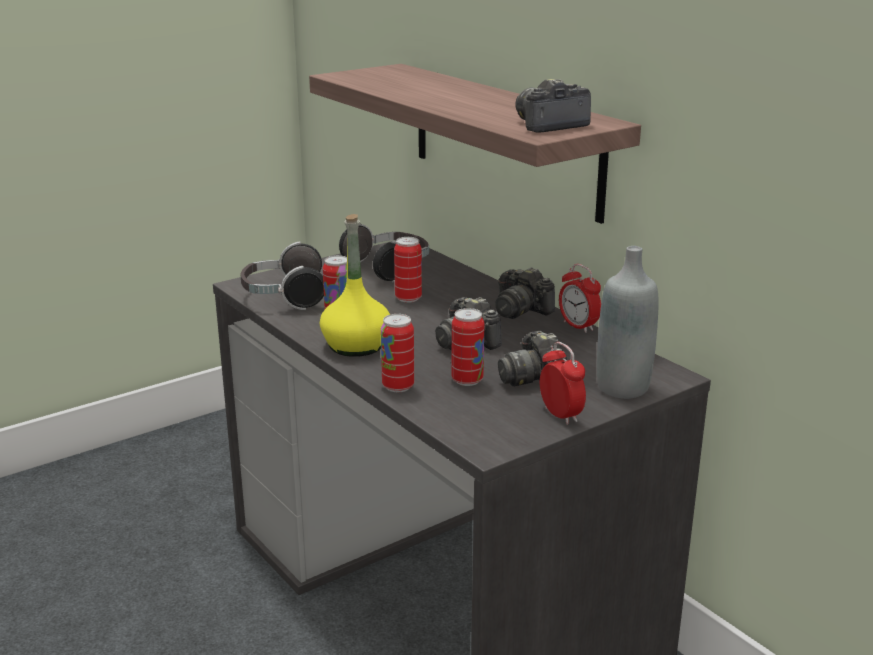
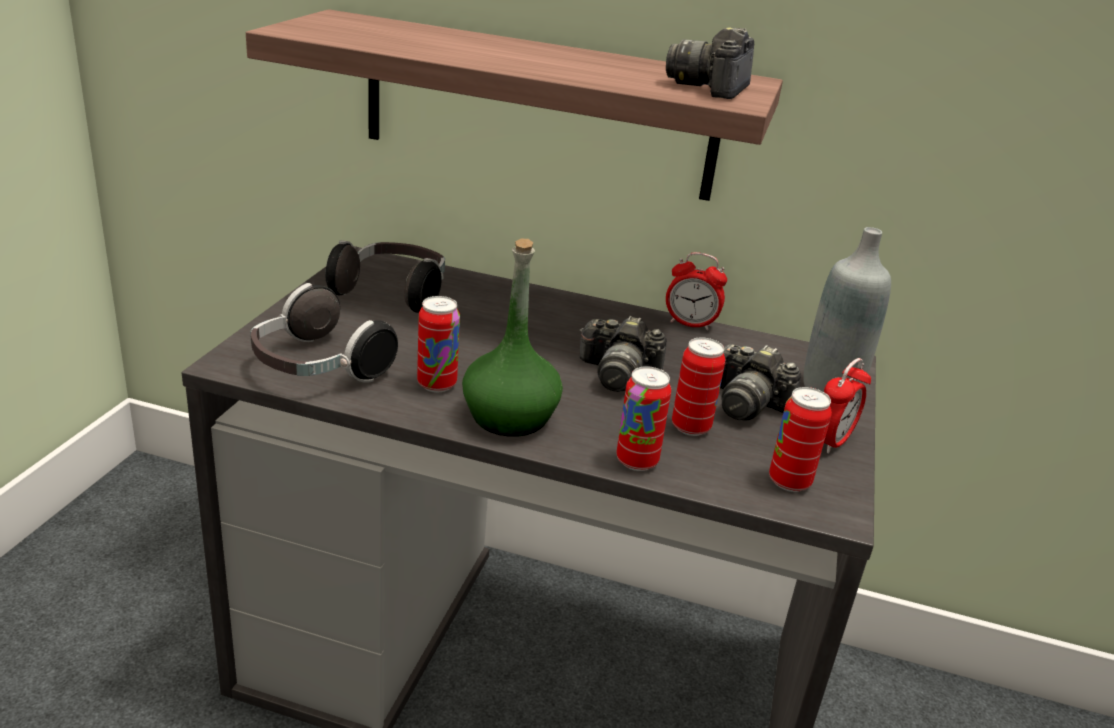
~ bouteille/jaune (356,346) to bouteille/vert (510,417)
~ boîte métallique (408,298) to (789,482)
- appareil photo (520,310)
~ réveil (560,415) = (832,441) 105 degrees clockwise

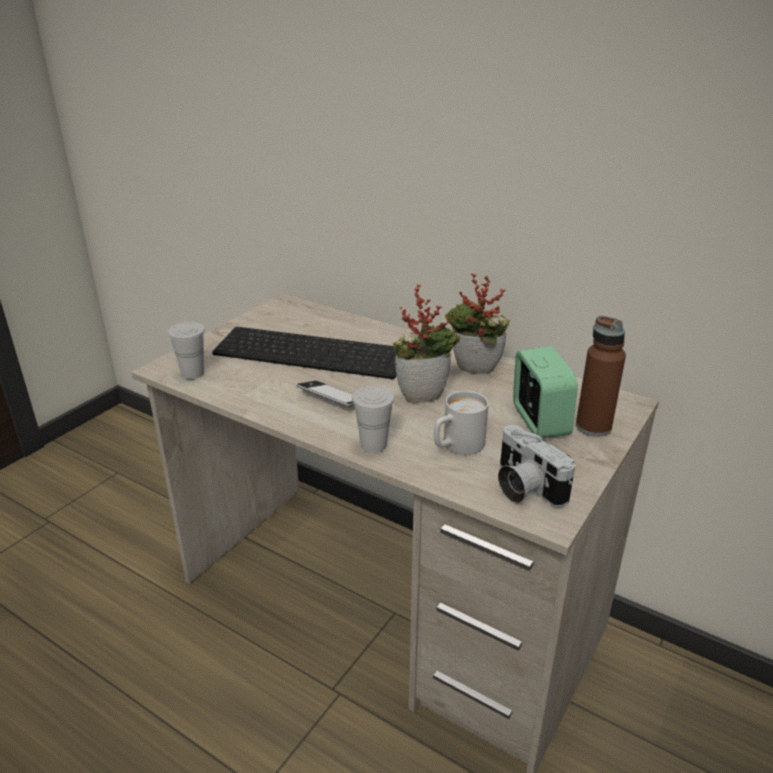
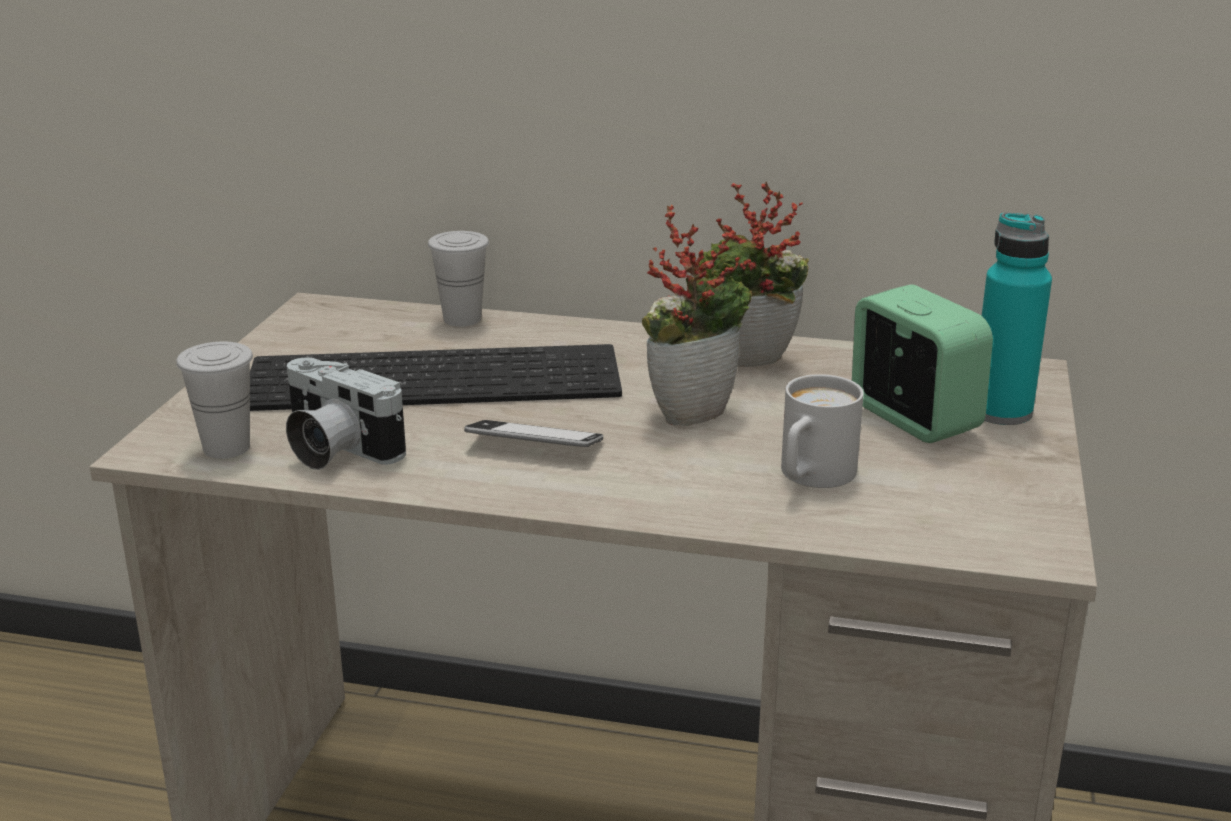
~ bouteille/marron (593,427) to bouteille/turquoise (1001,412)
~ tasse/blanc (373,445) to (462,319)
~ appareil photo (524,487) to (334,450)

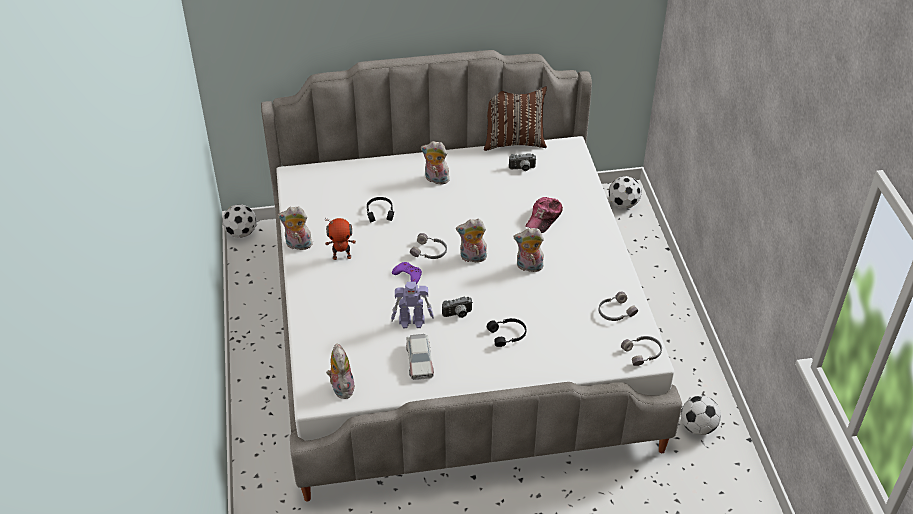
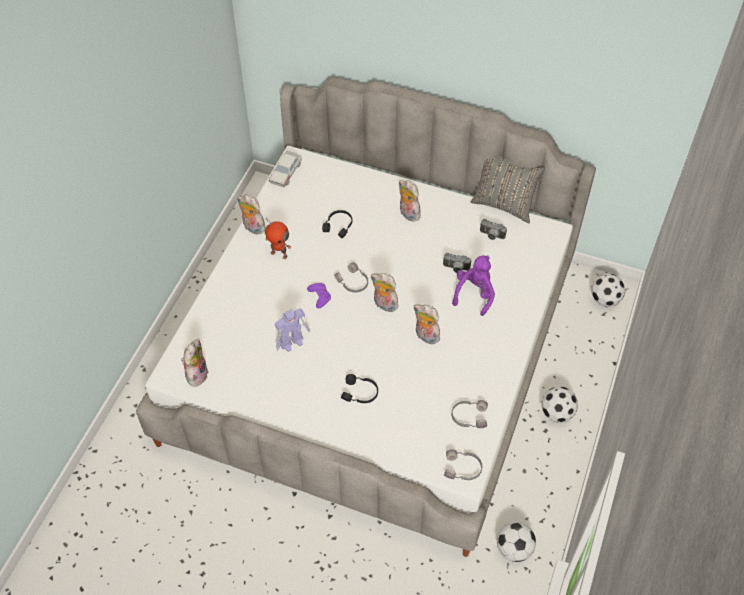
~ coussin/marron (513,141) to coussin/gris (504,204)
~ casquette (544,218) to peluche/violet (474,294)
~ ballon de foot (242,233) to (557,413)
~ robot jouet (412,321) = (292,342) 60 degrees counterclockwise
~ appareil photo (458,315) to (456,269)
~ petite voiture (419,360) to (286,172)

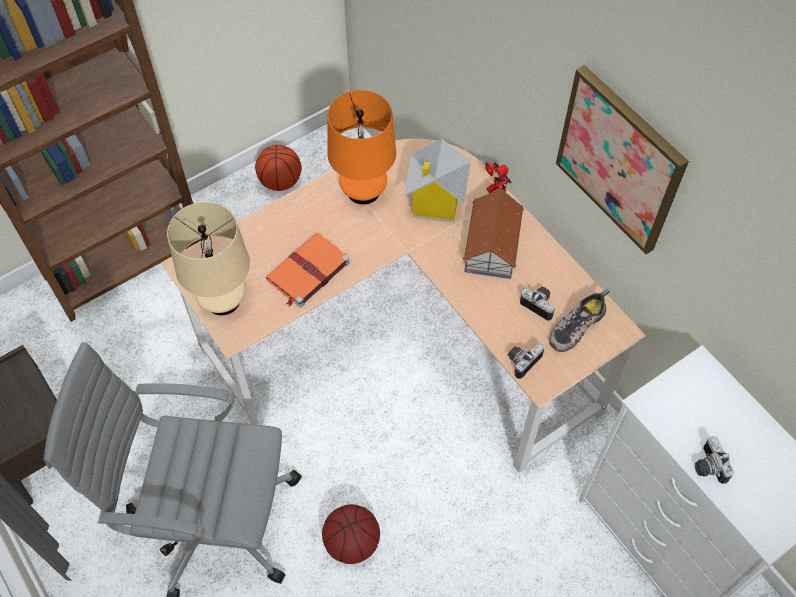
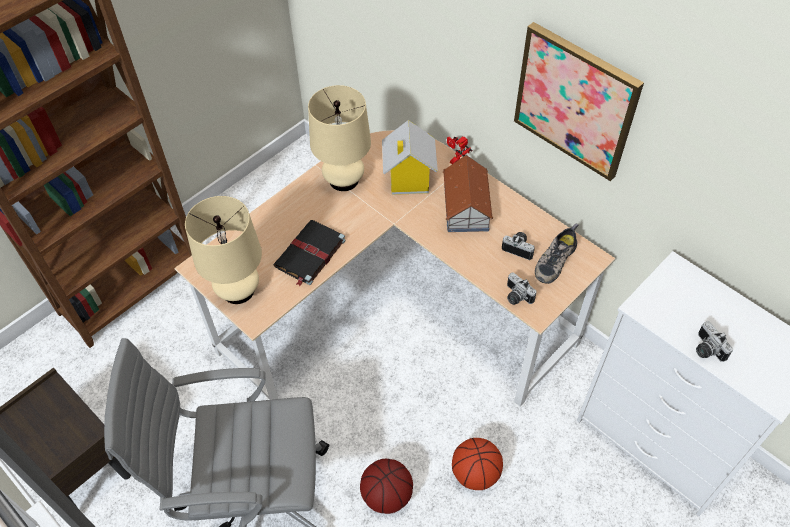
~ lampe de table/orange (363,191) to lampe de table/beige (344,180)
~ ballon de basket (280,182) to (475,473)
~ livre/orange (307,272) to livre/noir (309,254)
~ appareil photo (522,360) = (516,296) 75 degrees counterclockwise

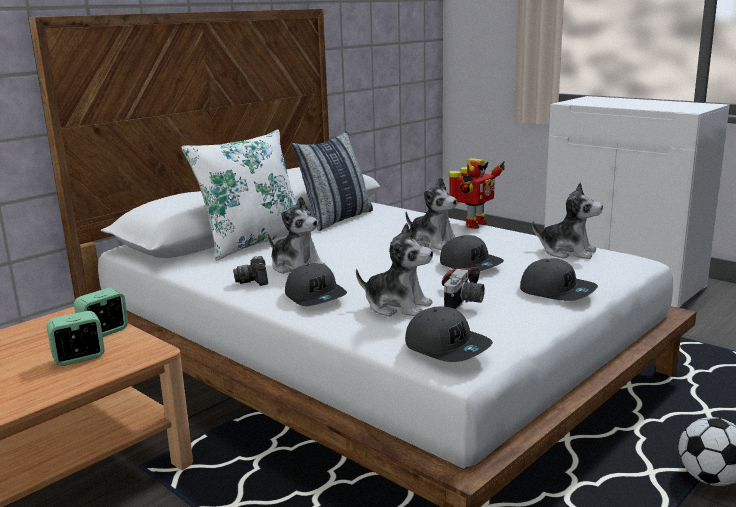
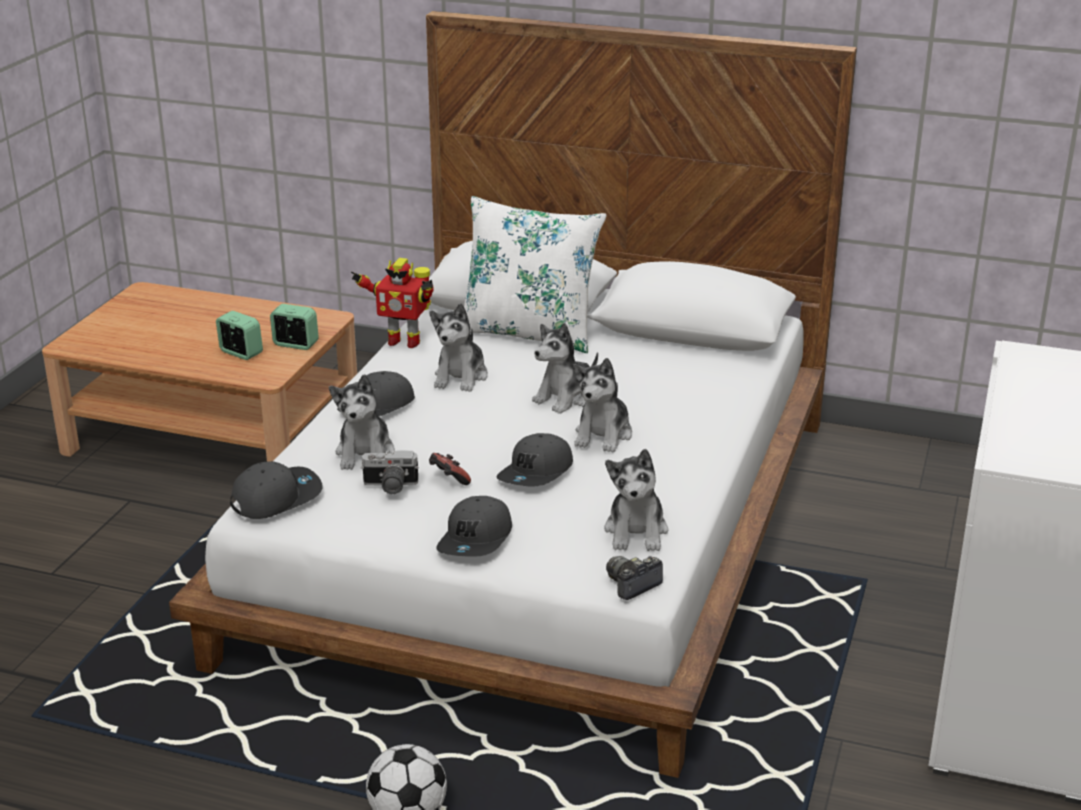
- coussin (336,219)
~ robot jouet (473,225) to (403,341)
~ appareil photo (254,281) to (632,585)
~ casquette/gris (447,347) = (276,497) 150 degrees counterclockwise
+ peluche (567,398)

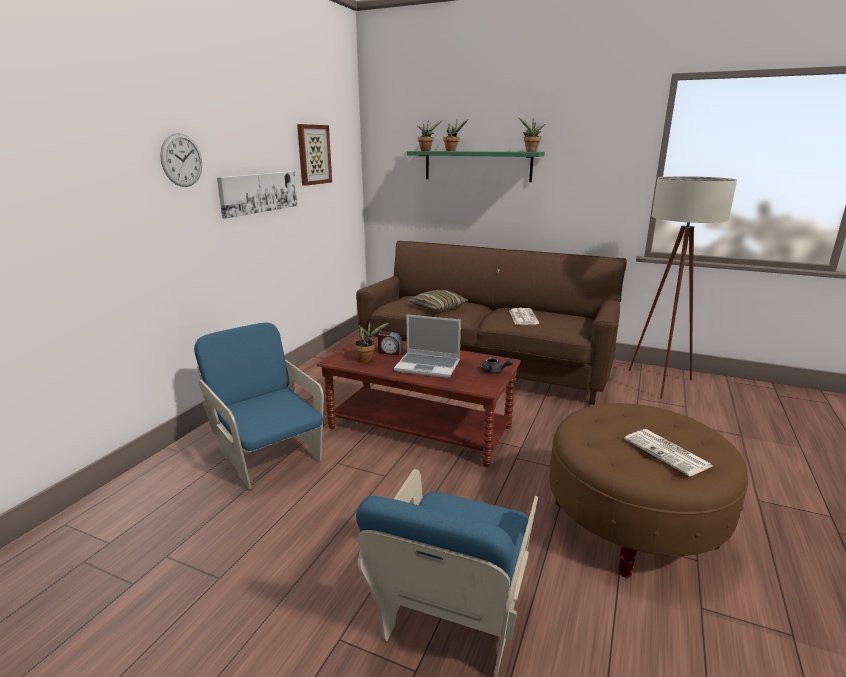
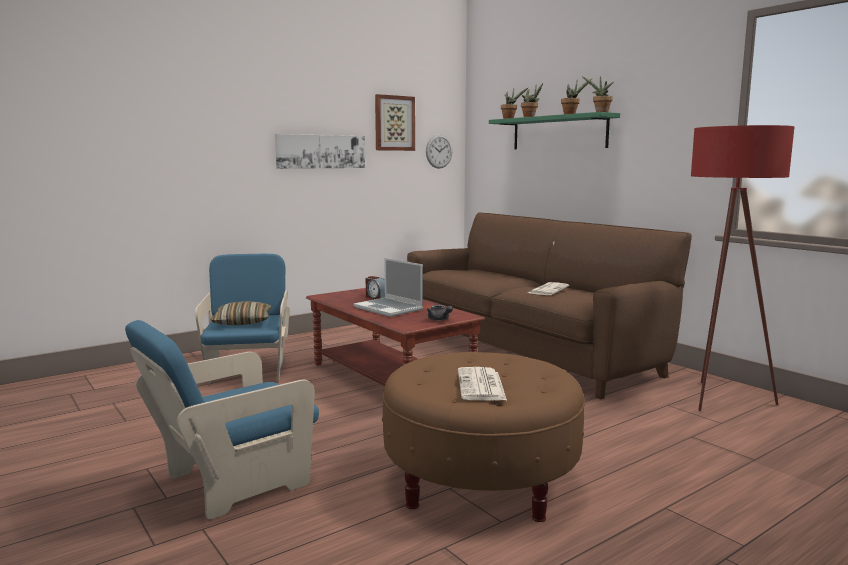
~ horloge murale (182,160) to (439,151)
~ lampadaire/beige (659,385) to lampadaire/rouge (719,401)
~ coussin (438,307) to (242,322)
~ plante en pot (367,359) to (571,114)

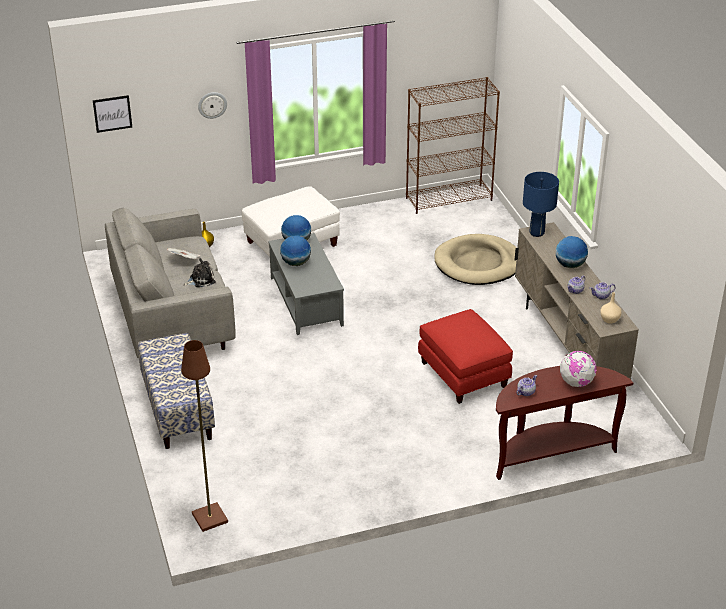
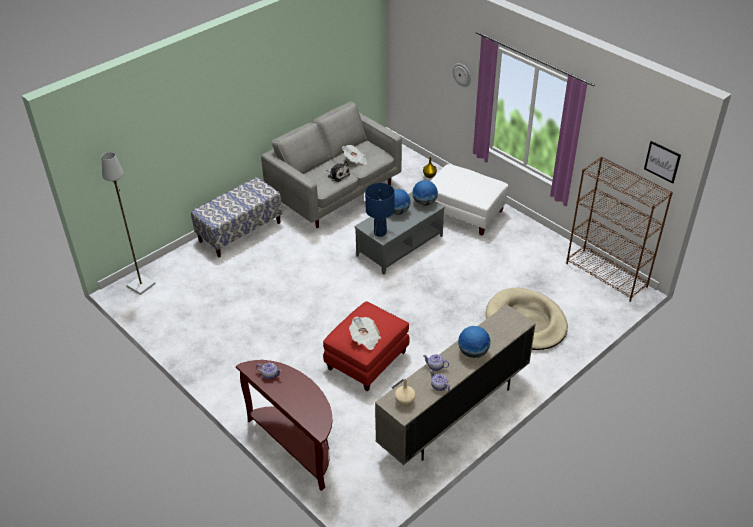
~ tableau (112,113) to (662,161)
~ lampe de table/bleu (537,233) to (380,233)
~ lampadaire/marron (209,518) to lampadaire/gris (141,285)
- globe (576,382)
+ journal (365,339)

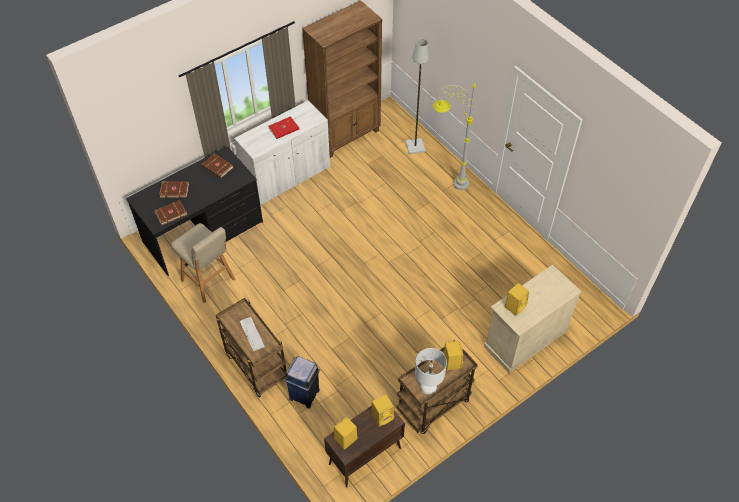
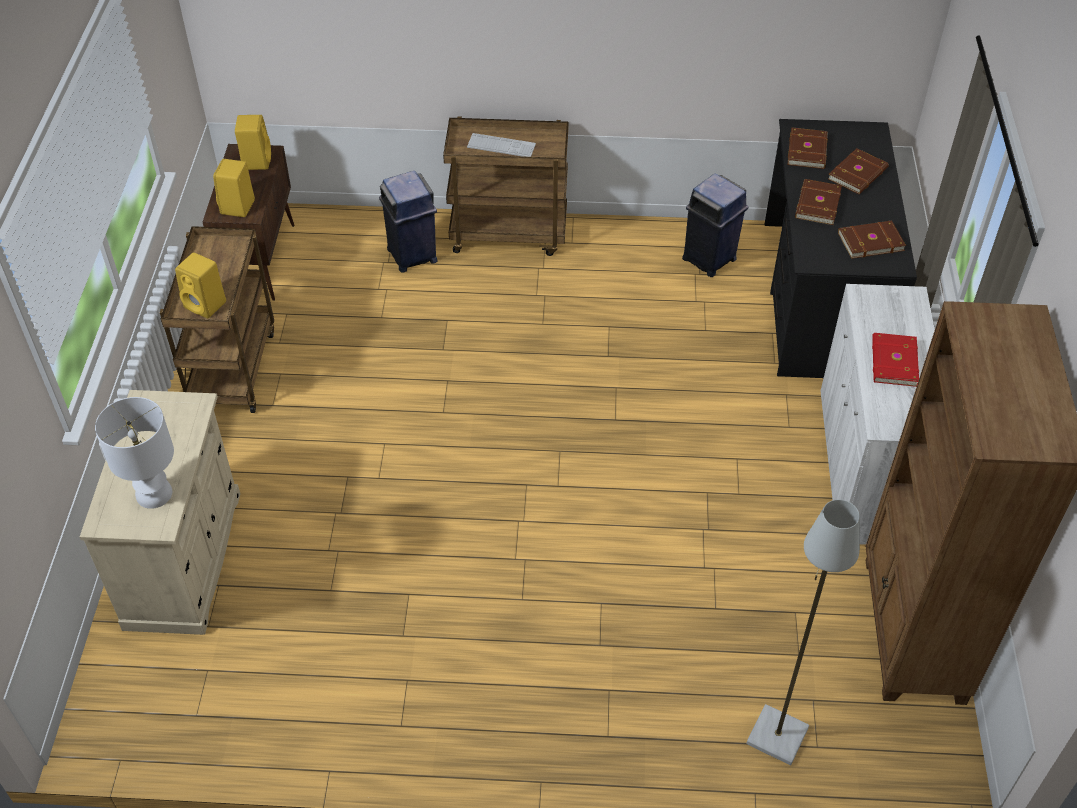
- lampadaire/gris (447,183)
~ tabouret/beige (209,281) to poubelle/bleu (710,259)
- enceinte/jaune (515,306)
~ lampe de table/blanc (428,386) to (154,493)
+ livre/marron (816,204)

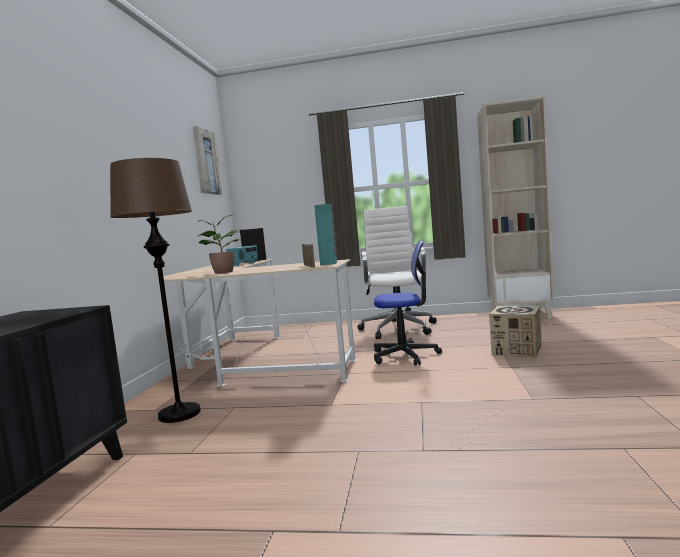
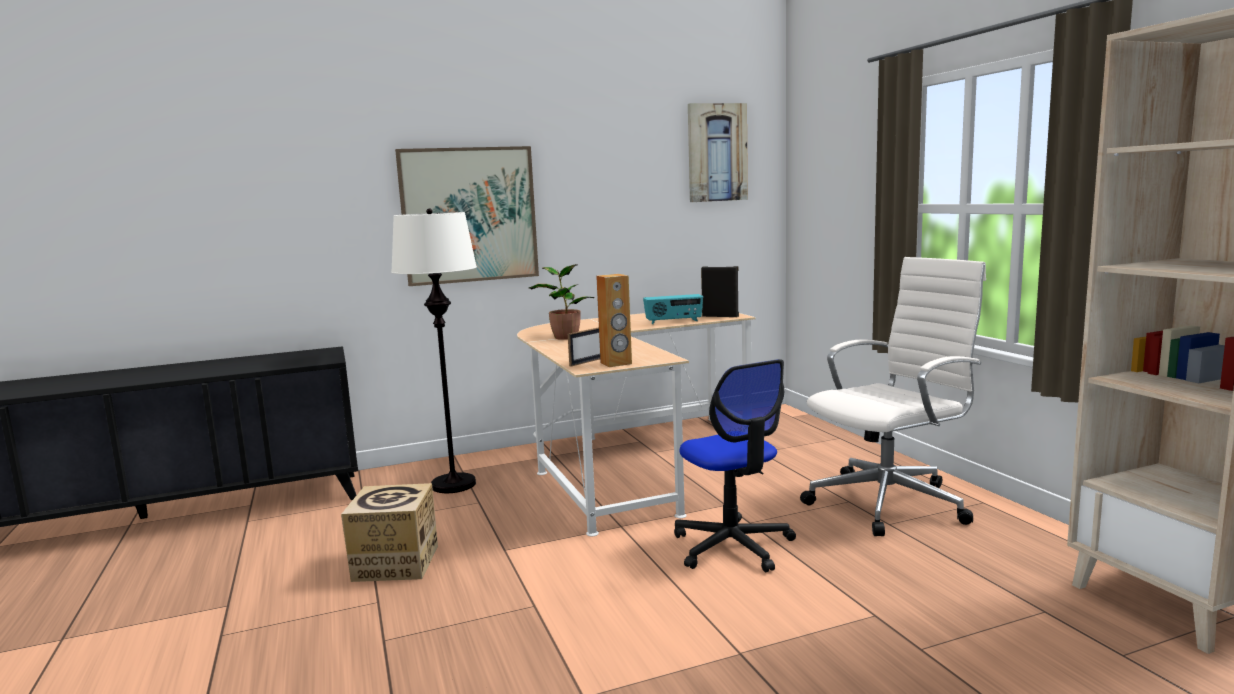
~ lampadaire/marron (180,414) to lampadaire/blanc (454,485)
~ enceinte/turquoise (329,263) to enceinte/marron (616,363)
~ carton (517,350) to (395,563)
+ tableau (469,215)

